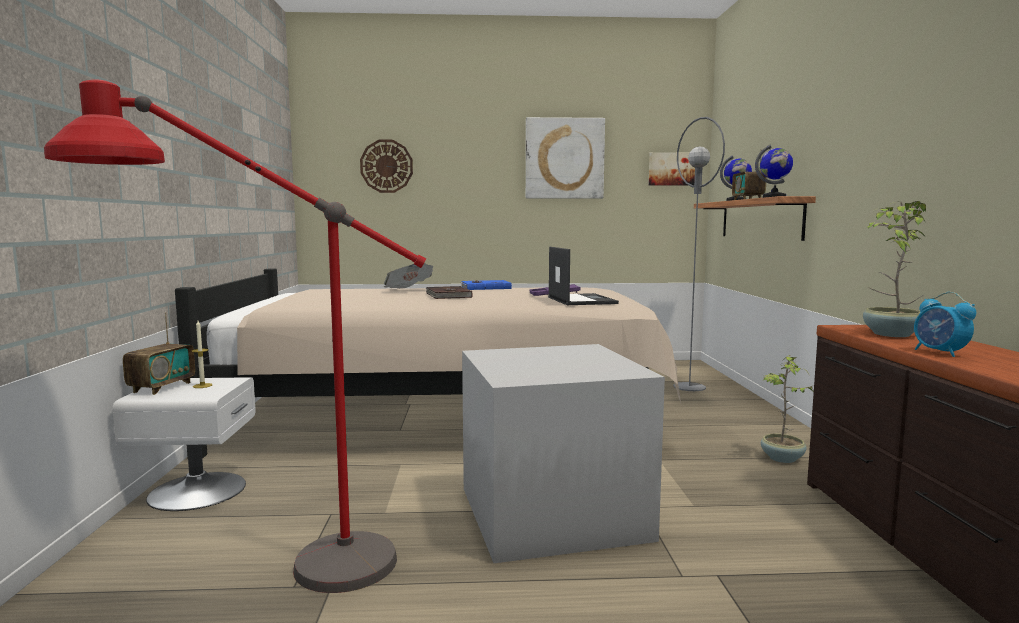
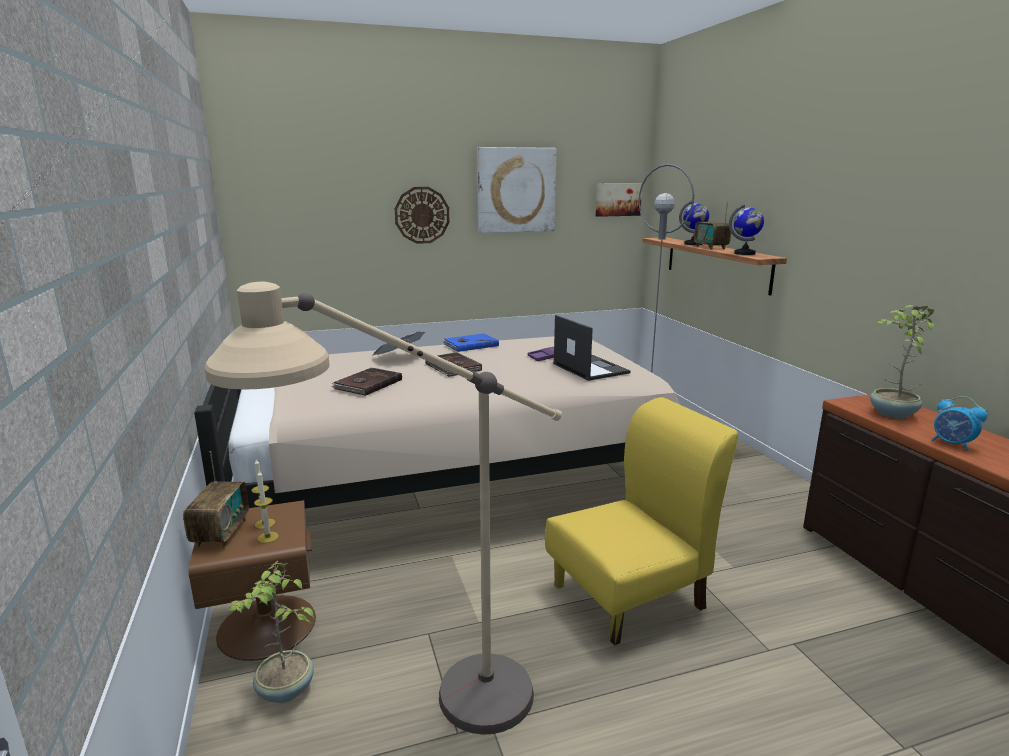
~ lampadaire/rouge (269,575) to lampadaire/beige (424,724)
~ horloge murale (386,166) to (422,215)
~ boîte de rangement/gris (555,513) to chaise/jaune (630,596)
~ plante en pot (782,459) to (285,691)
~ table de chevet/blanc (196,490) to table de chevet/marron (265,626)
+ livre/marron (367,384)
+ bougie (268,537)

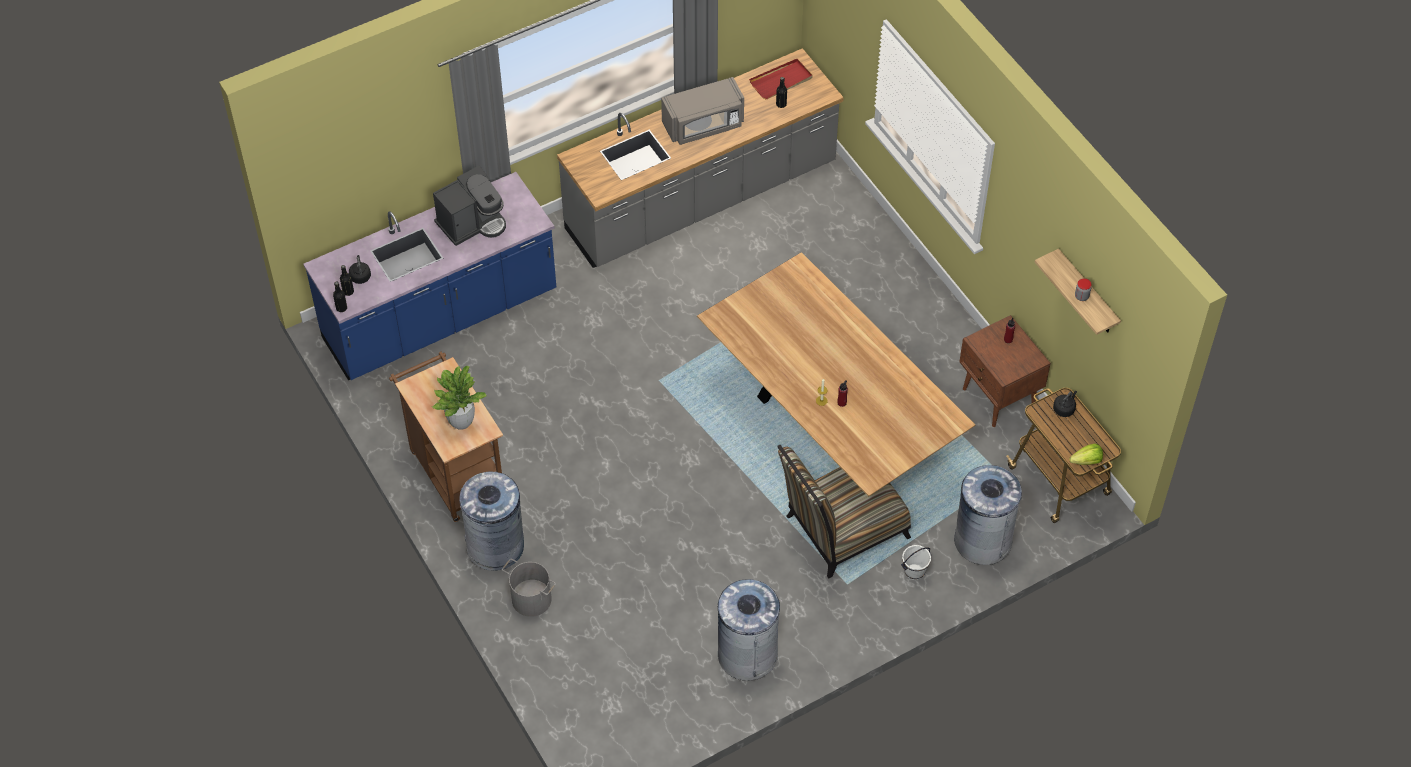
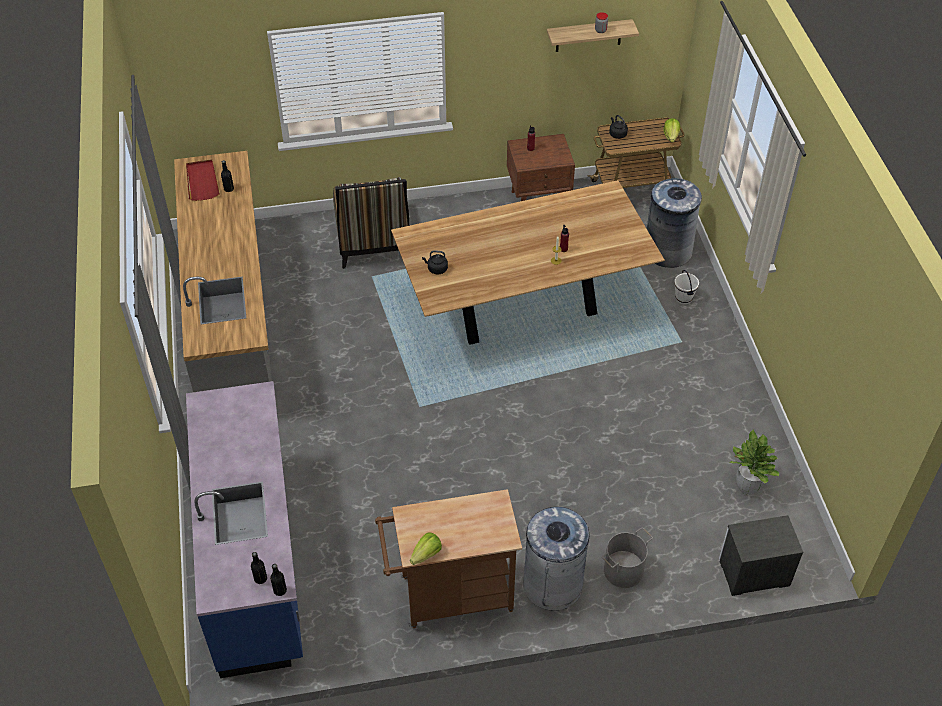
- micro-ondes/gris (704,125)
- machine à café (472,223)
~ bouilloire/noir (360,276) to (436,269)
~ plante en pot (461,421) to (747,487)
~ chaise (840,530) to (373,242)
- poubelle/gris (747,654)
+ table de chevet (752,572)
+ laitue (426,554)

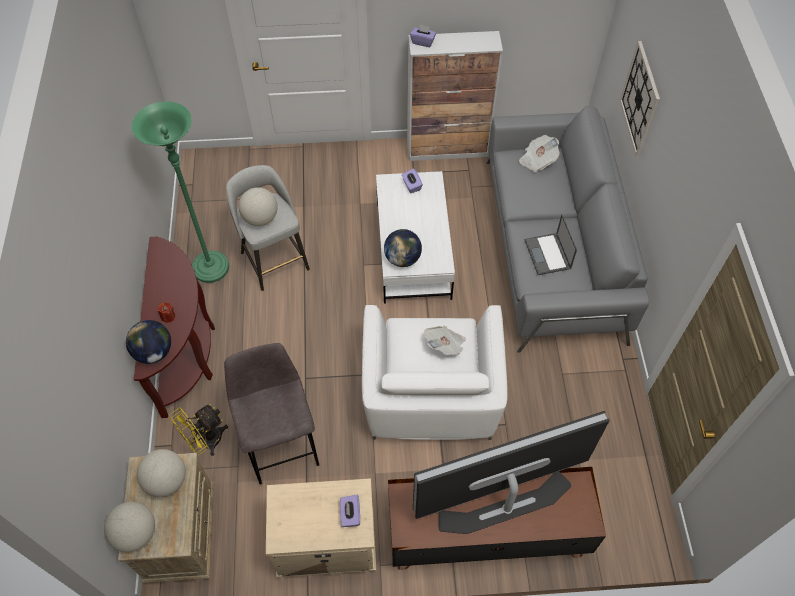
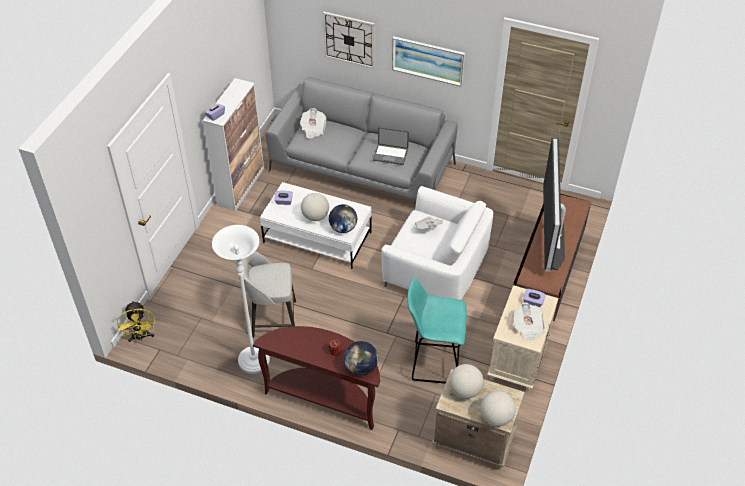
~ lampadaire/vert (211,268) to lampadaire/blanc (254,361)
~ globe (260,218) to (315,216)
~ tabouret/gris (282,446) to tabouret/turquoise (433,363)
~ ventilateur/jaune (206,441) to (141,337)
+ tableau (428,60)
+ journal (528,328)

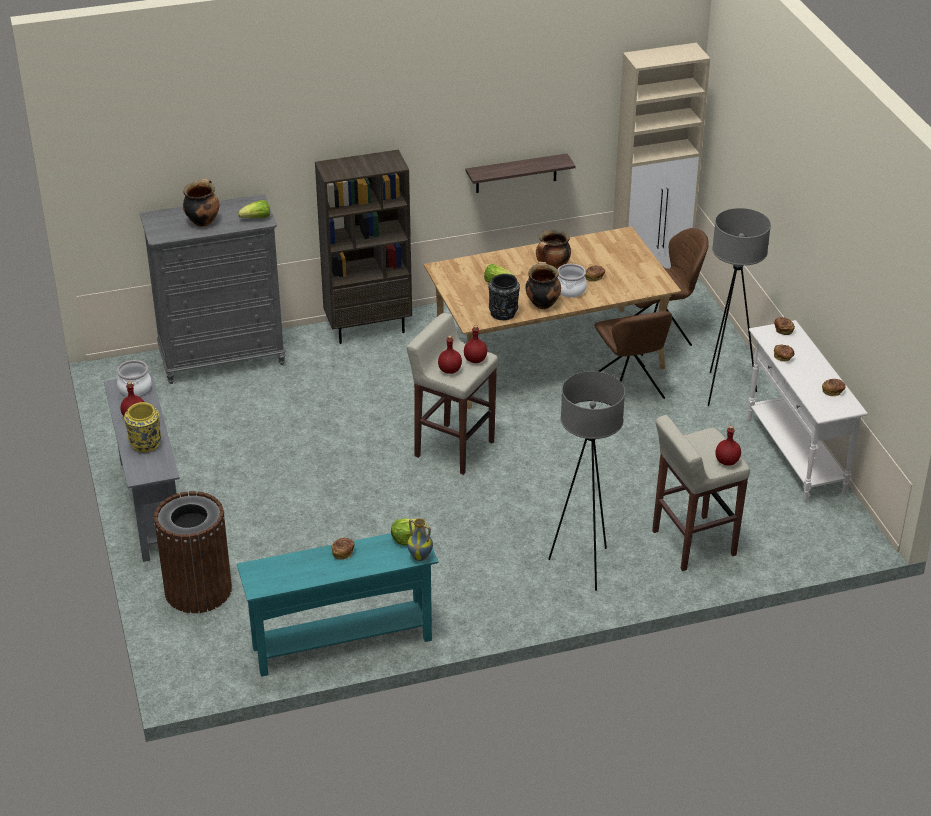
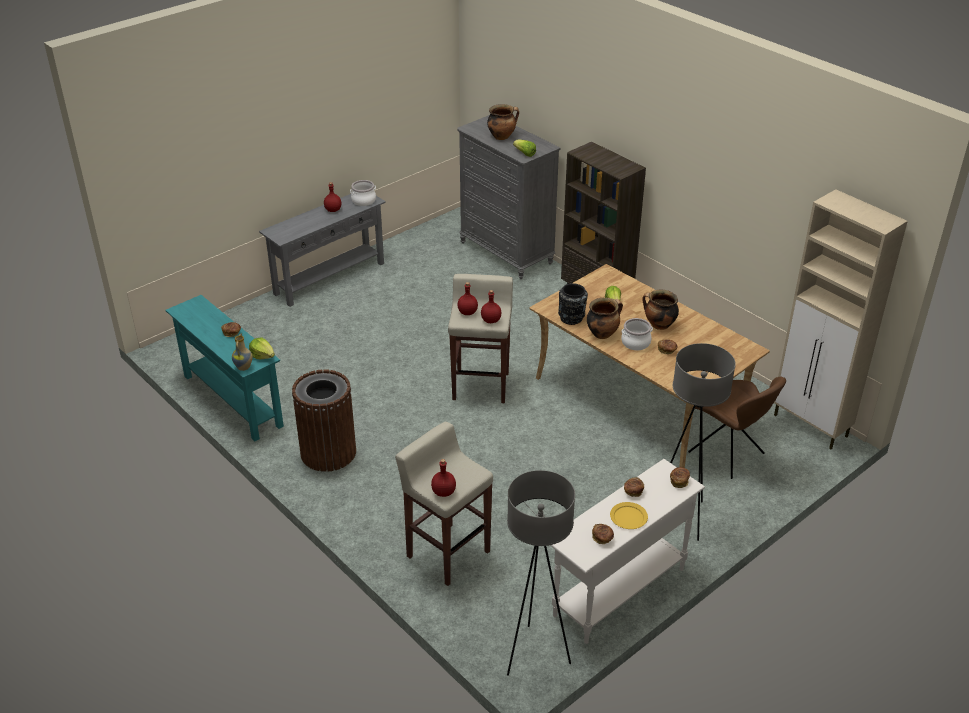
- étagère (516,173)
- chaise/marron (629,389)
~ lampadaire/gris (583,566) to (534,655)
- vase/jaune (145,444)
~ poubelle/marron (198,590) to (328,452)
+ assiette/jaune (629,517)

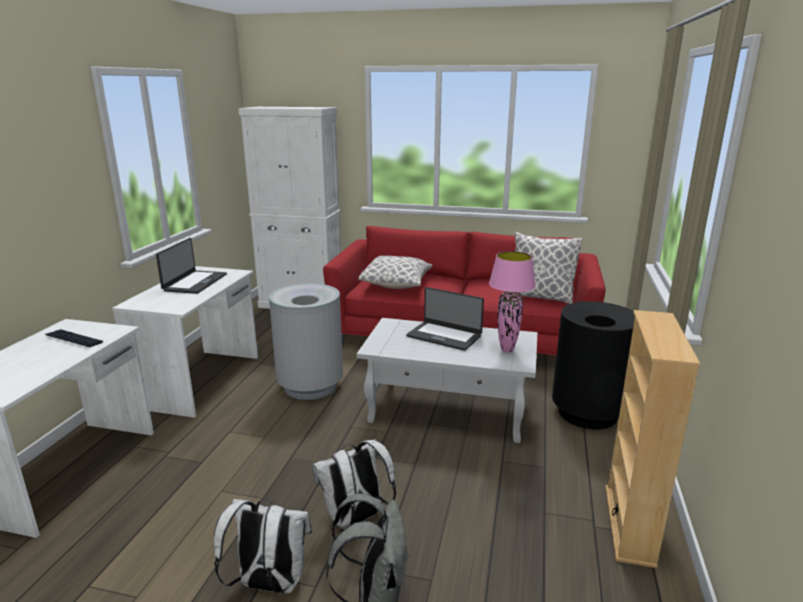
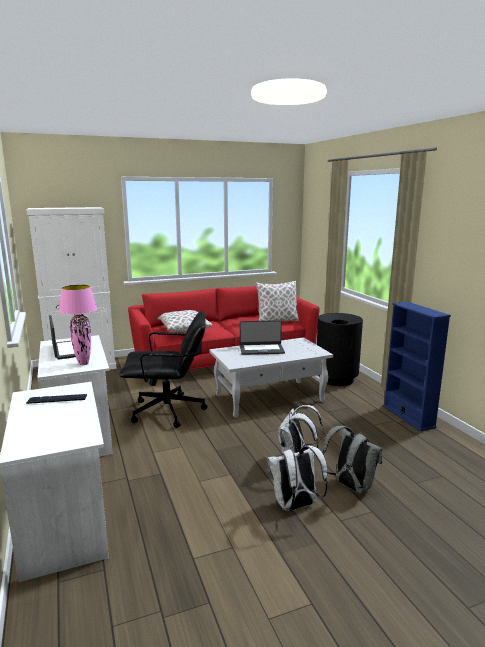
~ lampe de table/rose (506,350) to (83,363)
~ poubelle/gris (310,386) to chaise de bureau/noir (168,411)
~ bibliothèque/beige (629,524) to bibliothèque/bleu (408,416)

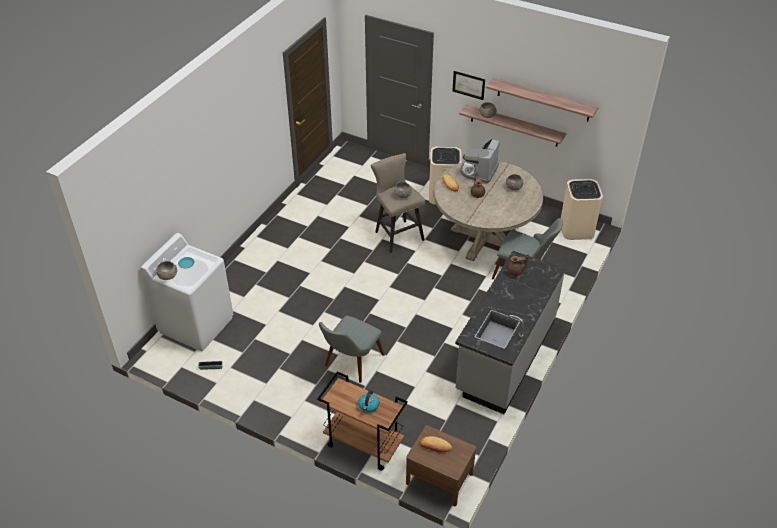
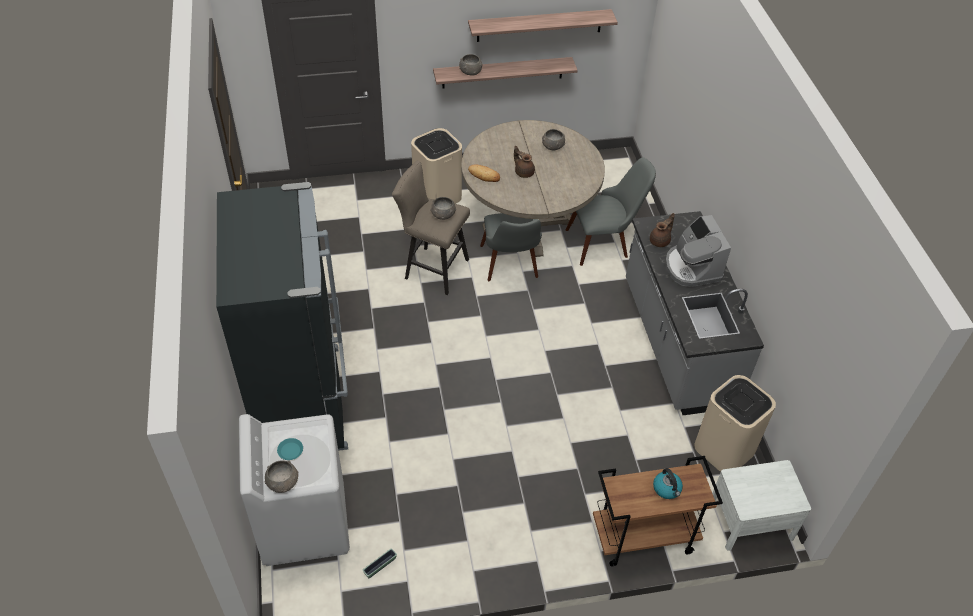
- tableau (468,85)
~ machine à café (479,171) to (692,267)
~ poubelle/beige (576,229) to (723,448)
~ chaise/gris (350,364) to (511,267)
~ table de chevet/marron (439,478) to table de chevet/blanc (750,520)
- pain (435,446)
+ réfrigérateur/noir (303,401)

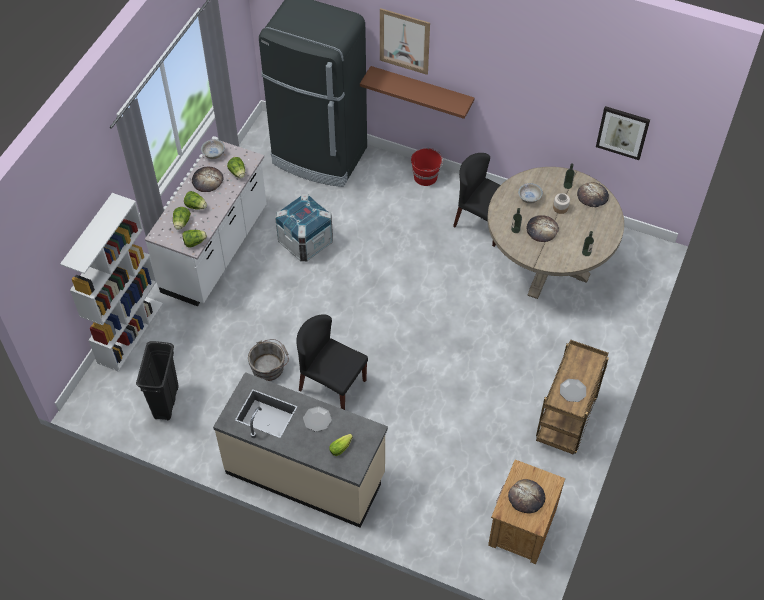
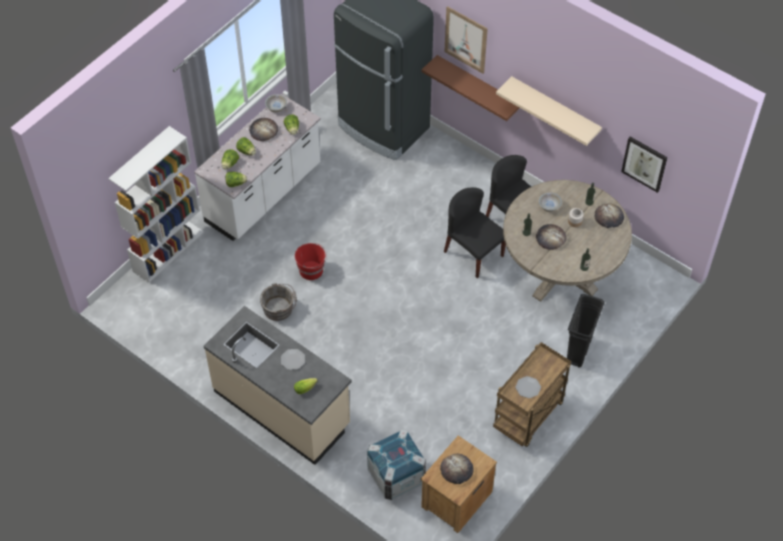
~ seau/rouge (426,177) to (311,270)
~ caisse (305,242) to (396,476)
~ chaise/noir (332,385) to (473,253)
~ poubelle/noir (166,402) to (579,350)
+ étagère/beige (555,108)

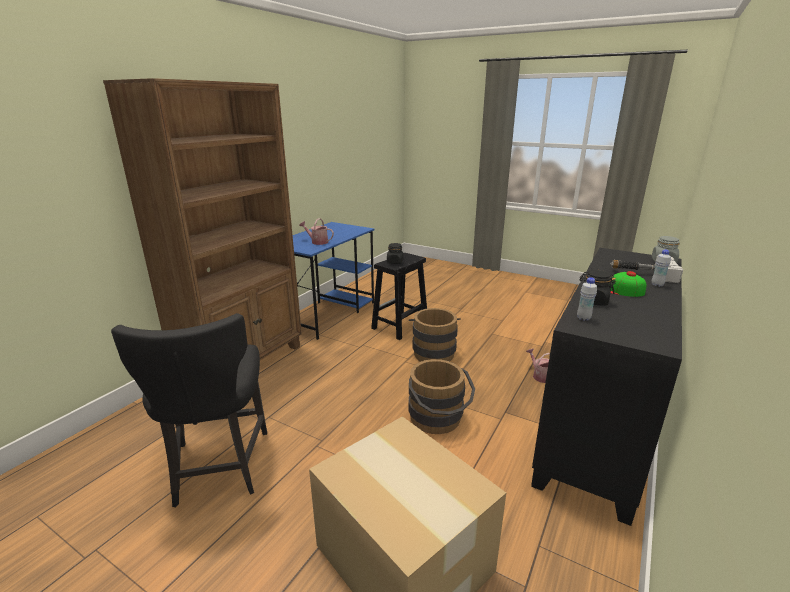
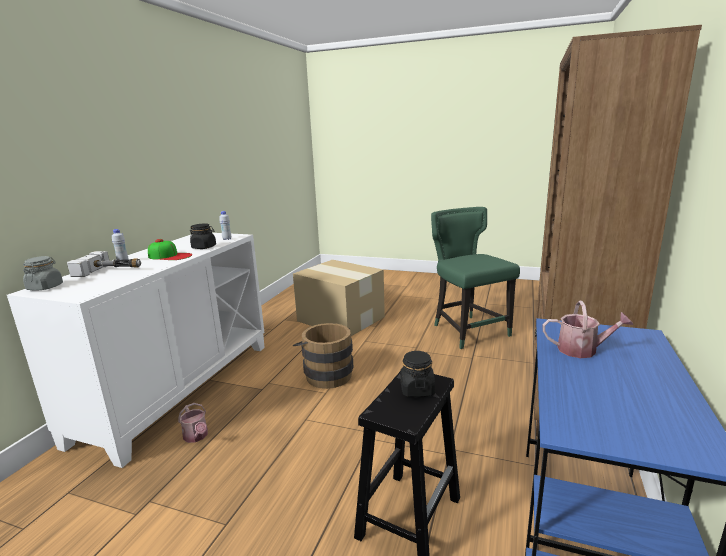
~ meuble de rangement/noir (600,426) to meuble de rangement/blanc (178,389)
- seau/marron (433,352)
~ chaise/noir (219,468) to chaise/vert (468,330)

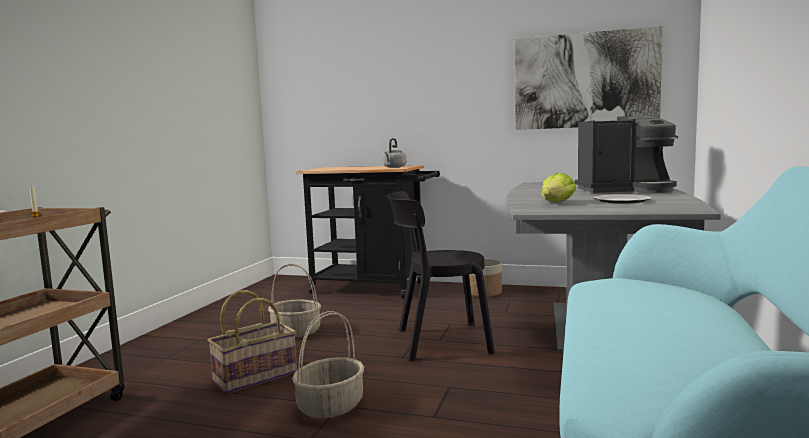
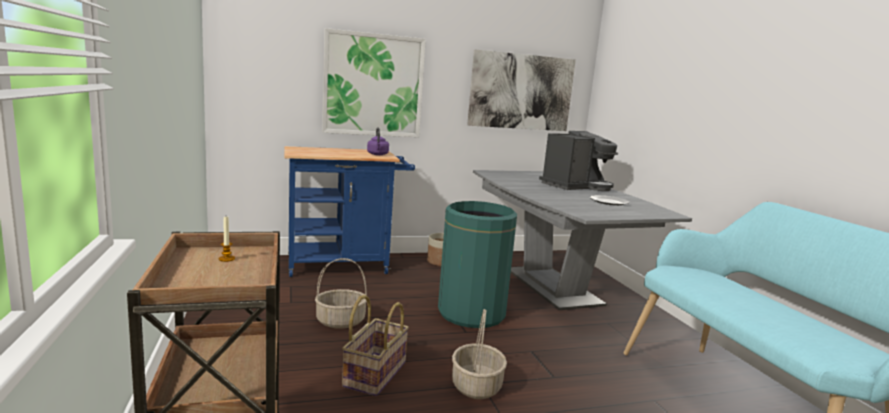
~ bouilloire/gris (394,167) to bouilloire/violet (377,154)
~ chariot/noir (374,288) to chariot/bleu (344,265)
- laitue (556,202)
~ chaise/noir (438,341) to poubelle/vert (471,313)
+ tableau (373,85)

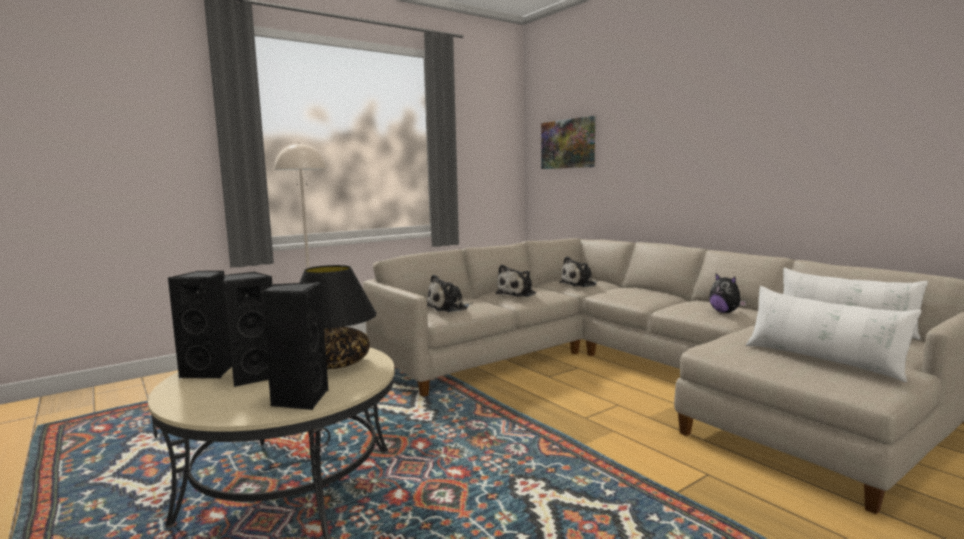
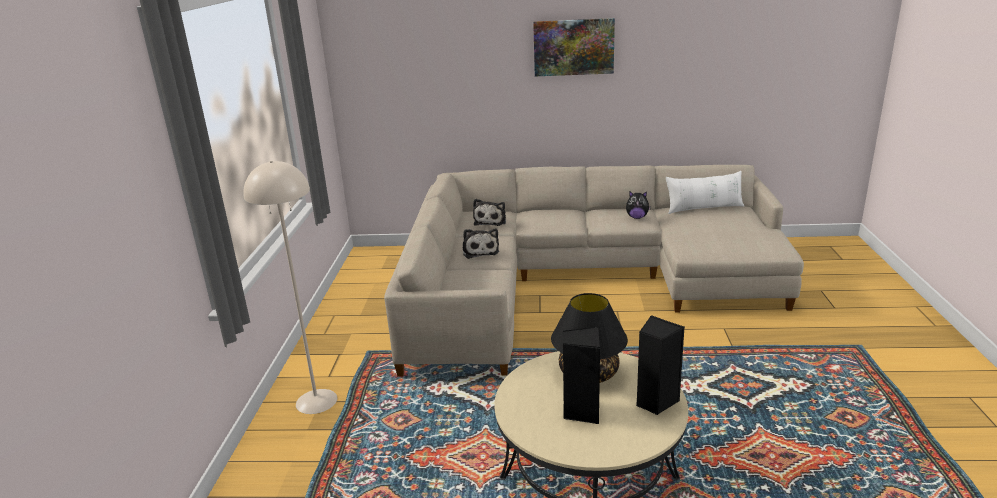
~ tableau (568,144) to (573,47)
- enceinte/noir (210,372)
- peluche (449,307)
- coussin/blanc (821,360)

